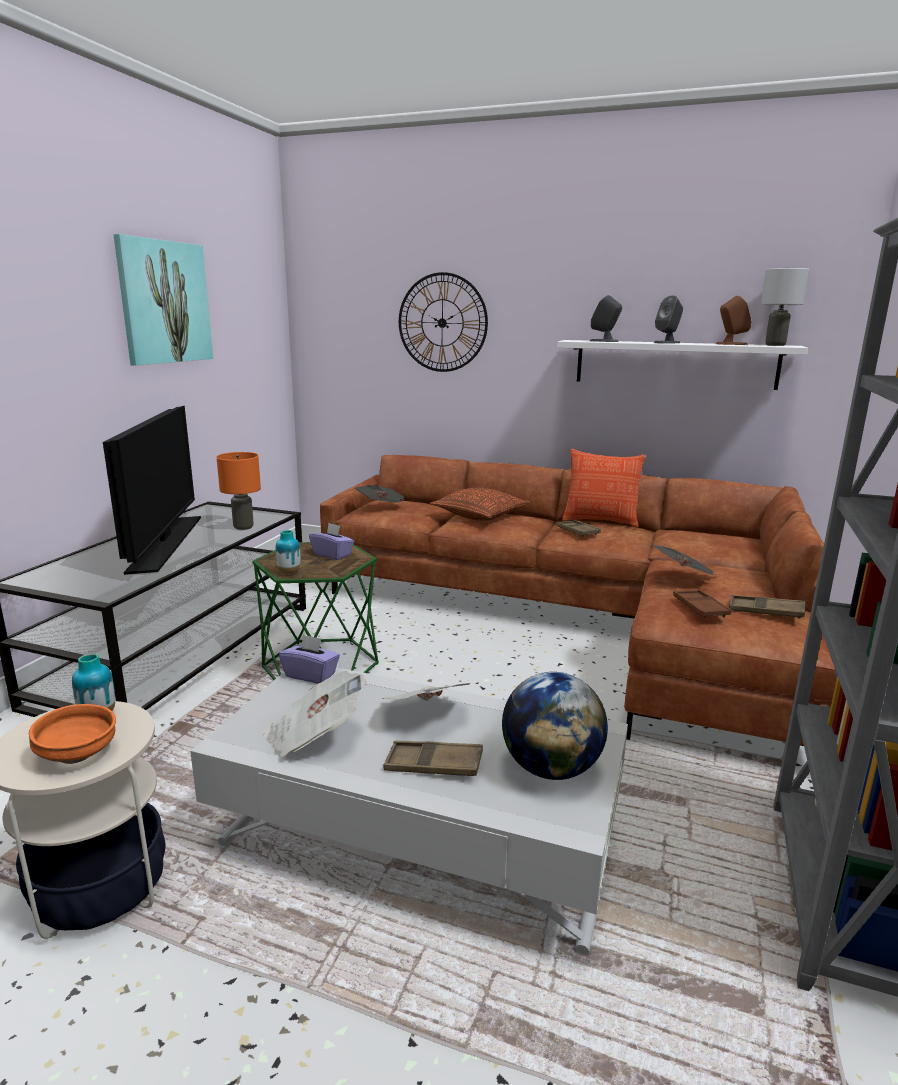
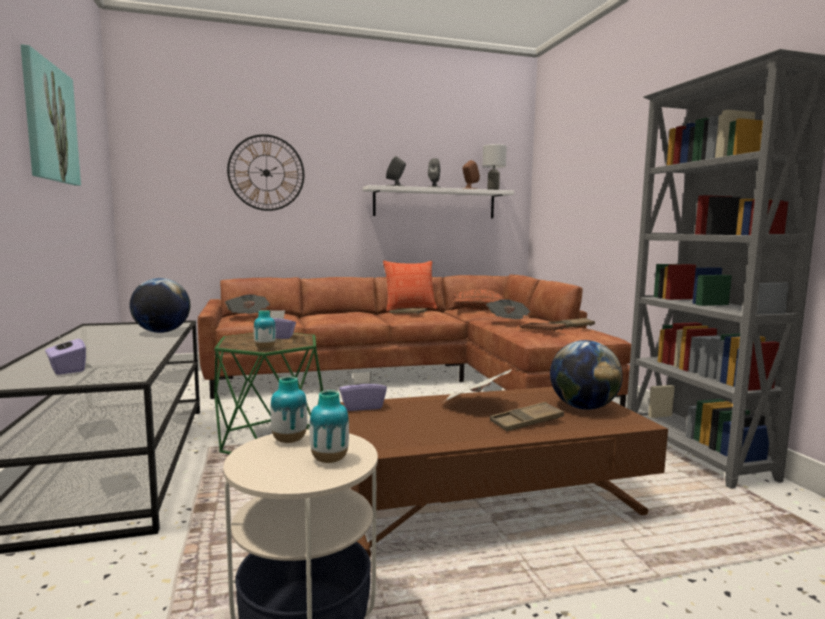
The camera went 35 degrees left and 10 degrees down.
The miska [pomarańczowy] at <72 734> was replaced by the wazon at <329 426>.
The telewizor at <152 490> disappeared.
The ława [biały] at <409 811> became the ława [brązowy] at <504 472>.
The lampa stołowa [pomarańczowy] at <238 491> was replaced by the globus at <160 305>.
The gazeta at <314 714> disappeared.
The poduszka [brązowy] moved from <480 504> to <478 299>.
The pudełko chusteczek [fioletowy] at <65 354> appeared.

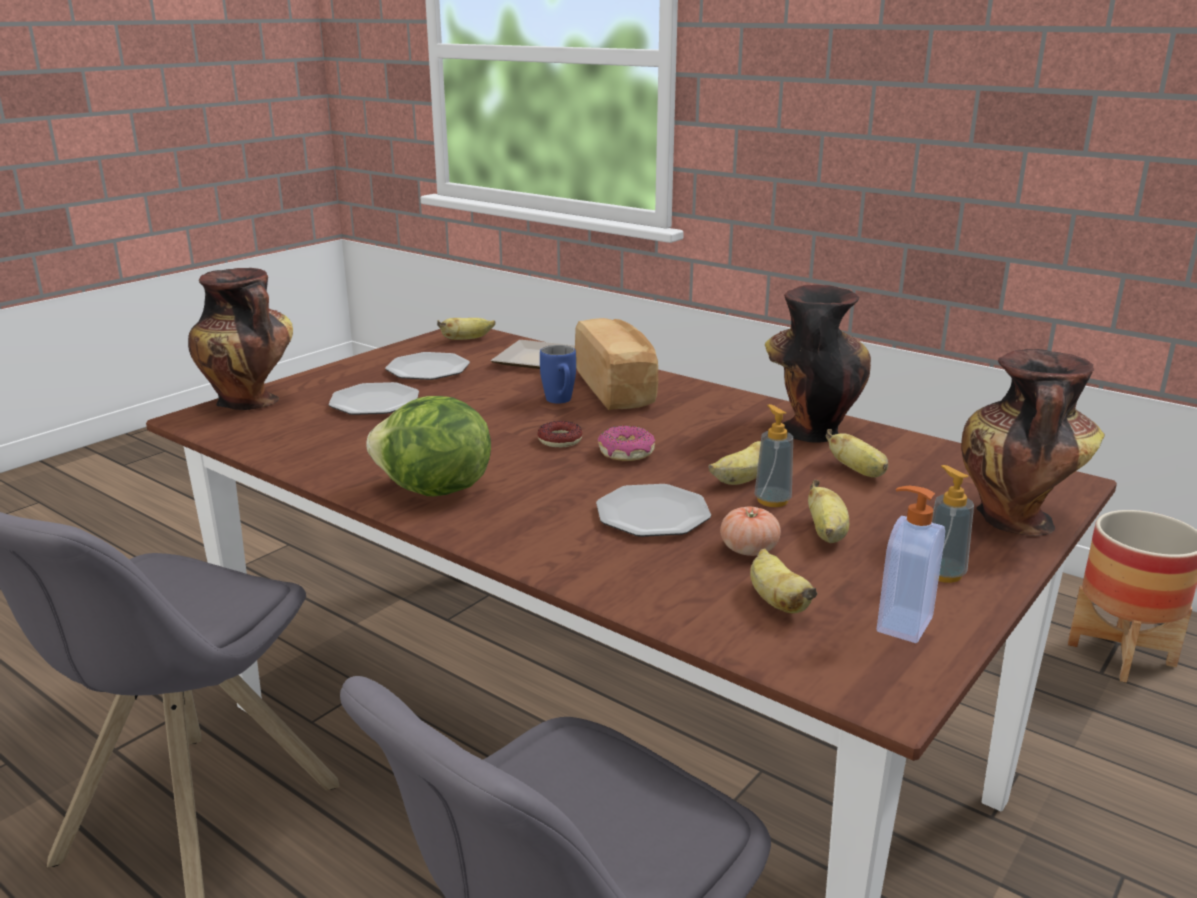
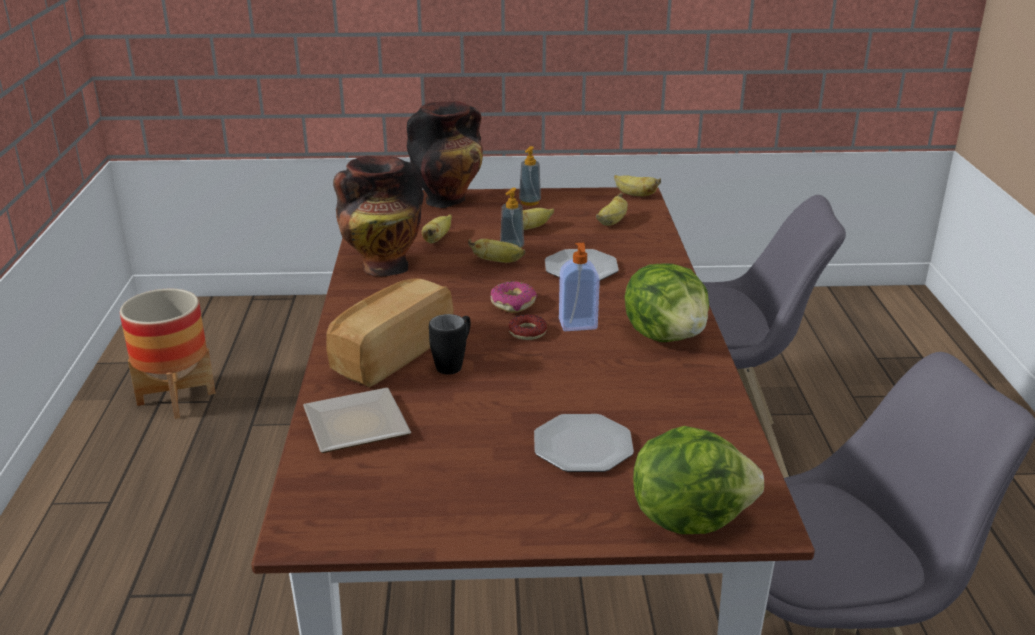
The camera went 130 degrees left and 5 degrees up.
The wazon at <240 339> was replaced by the sałata at <698 480>.
The talerz at <427 366> disappeared.
The banan moved from <466 329> to <637 186>.
The kubek [niebieski] at <558 374> became the kubek [czarny] at <450 344>.
The pomidor at <750 531> disappeared.
The dozownik mydła moved from <911 564> to <579 287>.

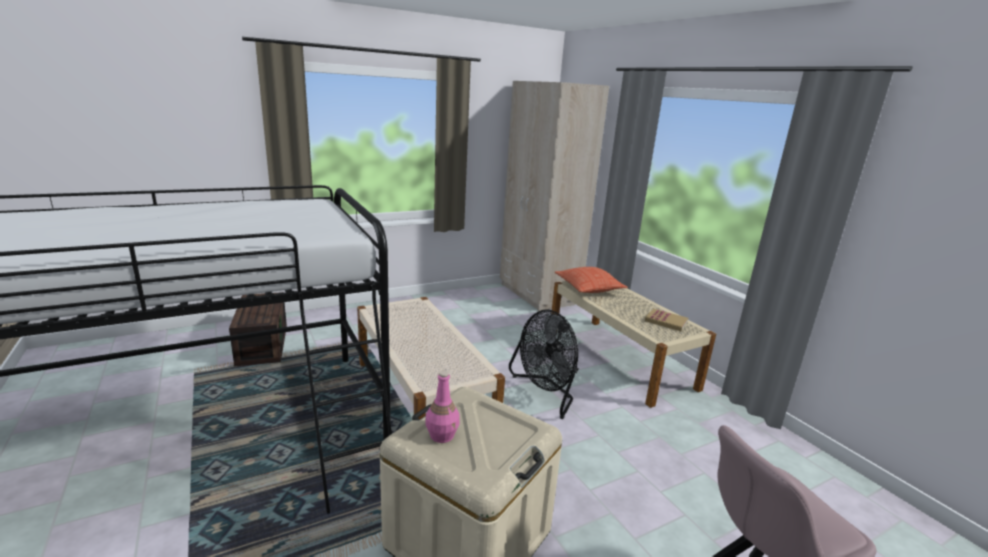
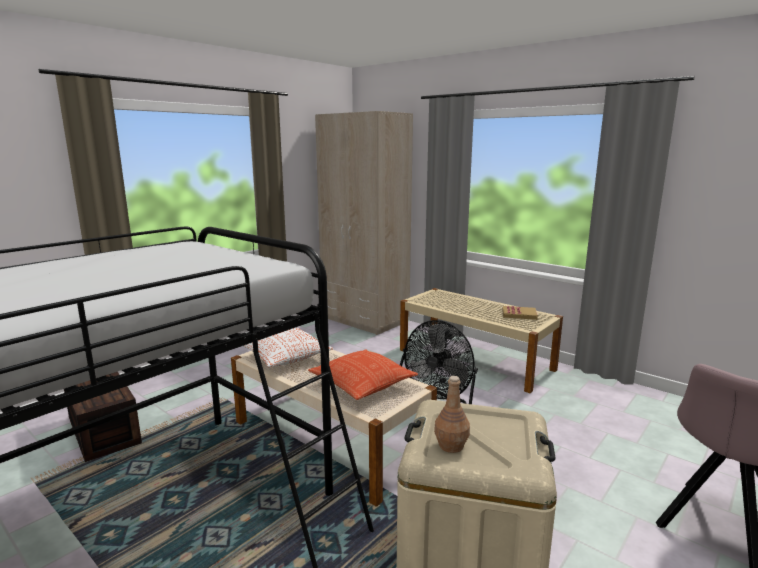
The camera went 20 degrees left and 5 degrees down.
The butelka [różowy] at <442 406> became the butelka [brązowy] at <452 414>.
The poduszka [pomarańczowy] moved from <591 280> to <363 374>.
The poduszka [biały] at <288 347> appeared.

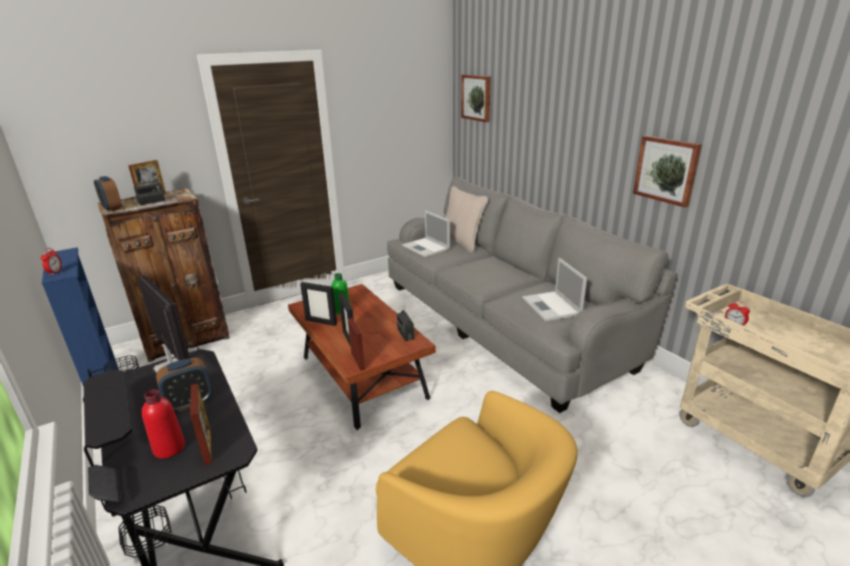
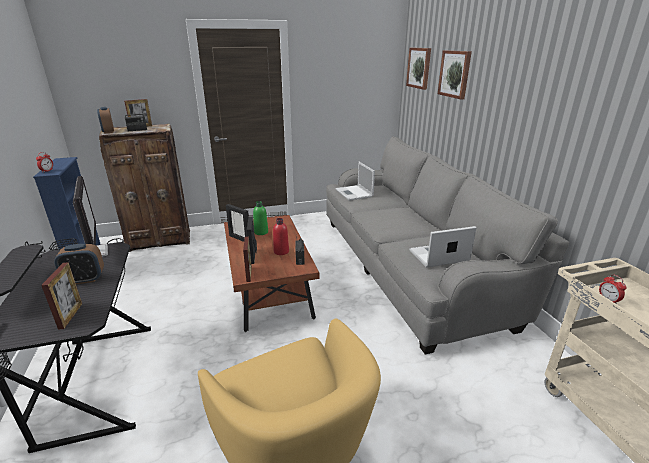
The camera went 15 degrees right and 0 degrees up.
The butelka [czerwony] moved from <163 424> to <281 236>.
The poduszka [beżowy] at <466 219> disappeared.
The laptop at <554 290> turned 75 degrees clockwise.
The obraz moved from <667 171> to <455 74>.

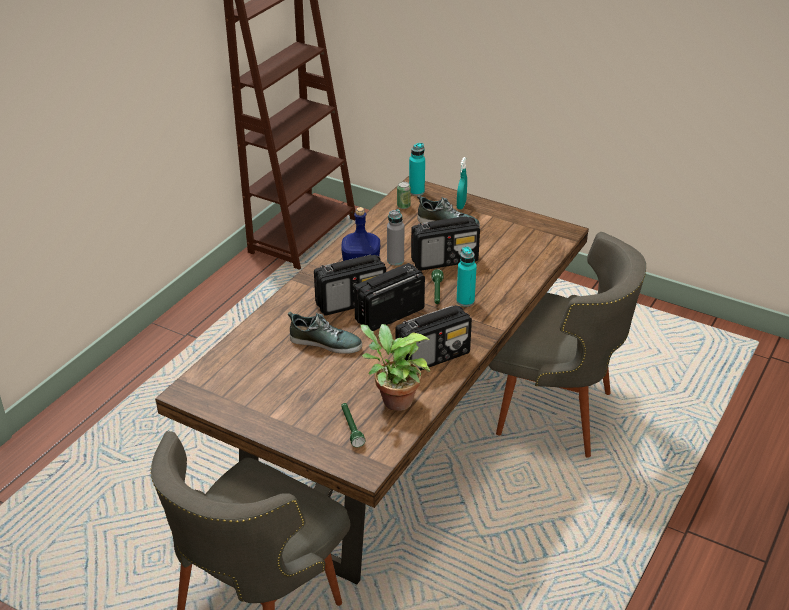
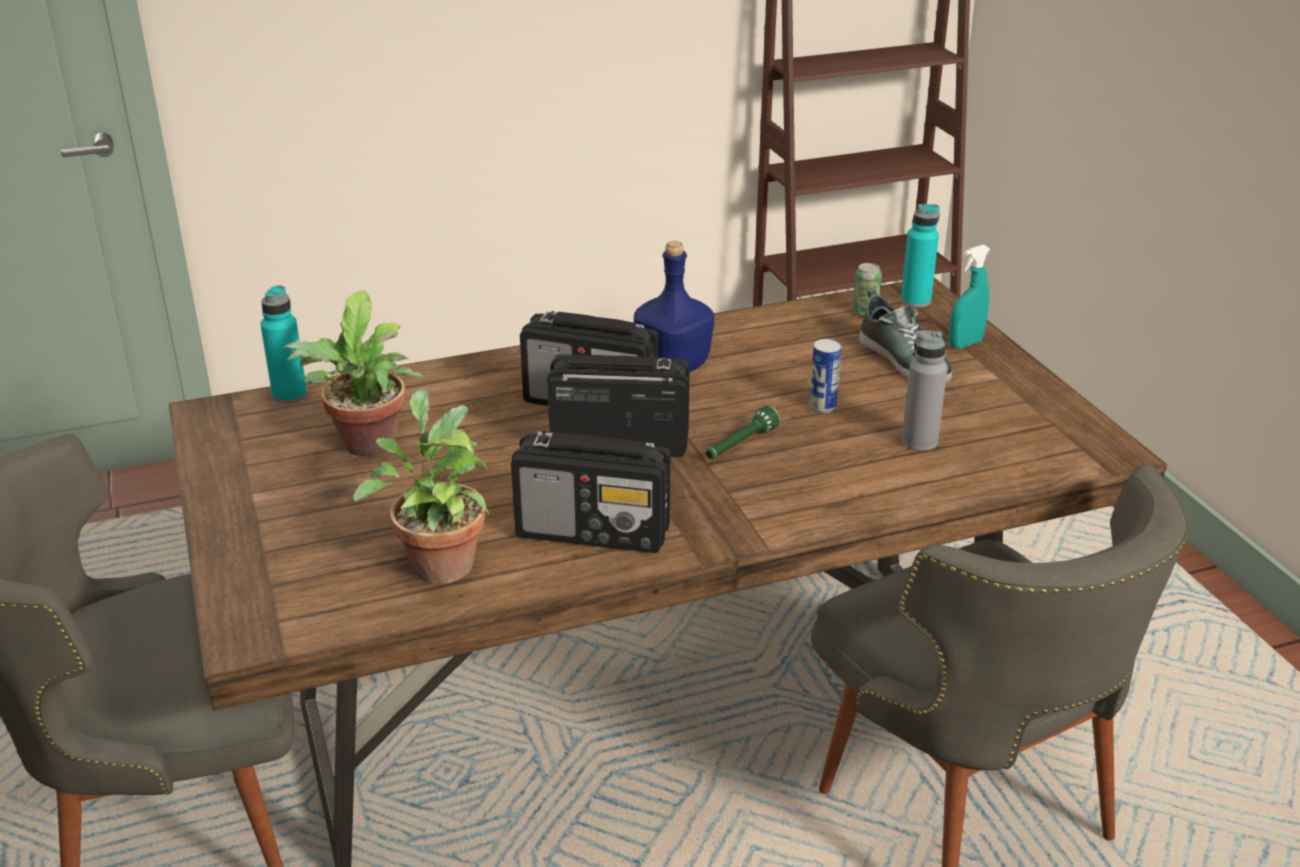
The camera went 40 degrees right and 5 degrees down.
The but at <325 333> disappeared.
The latarka [zielony] at <353 425> disappeared.
The butelka [szary] moved from <395 237> to <925 390>.
The radio at <445 243> was replaced by the puszka at <825 376>.
The butelka [turkusowy] moved from <466 277> to <283 344>.
The roślina doniczkowa at <353 373> appeared.

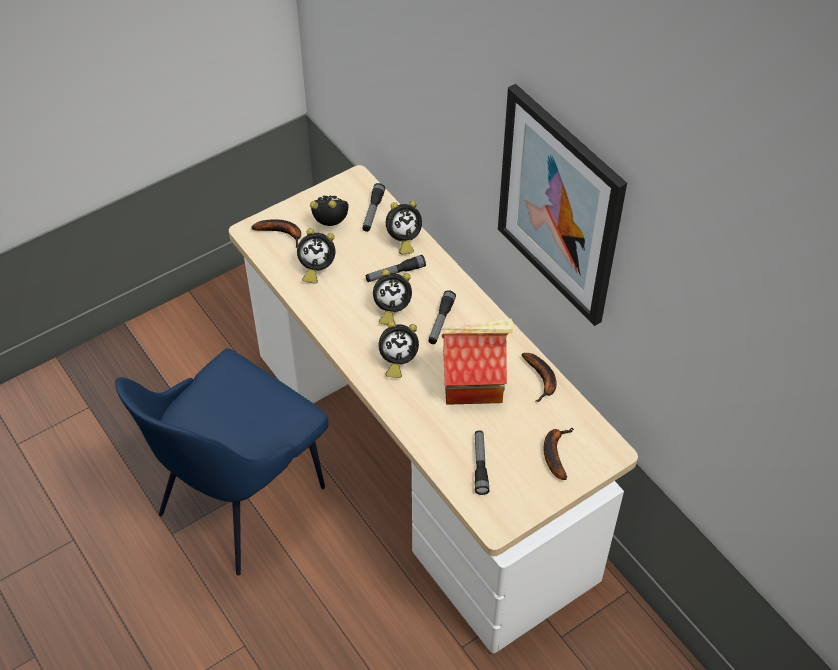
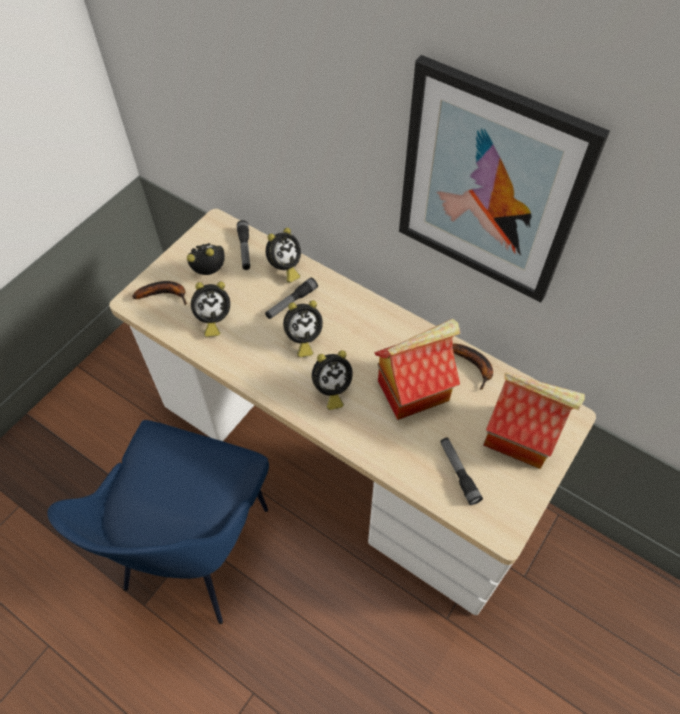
The camera went 20 degrees left and 5 degrees up.
The latarka at <442 317> disappeared.
The banan at <558 454> was replaced by the domek at <534 421>.

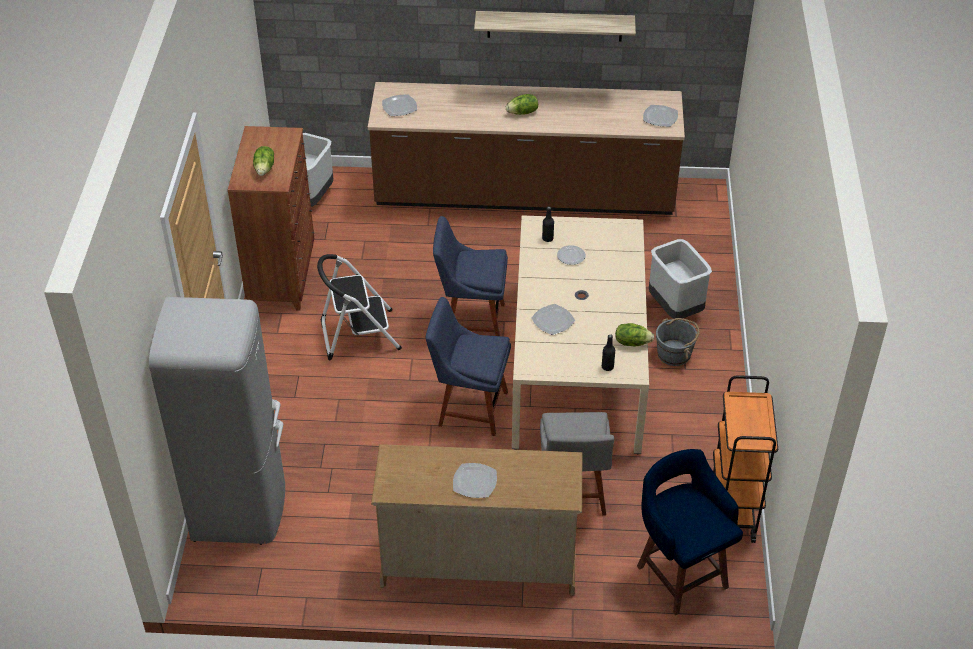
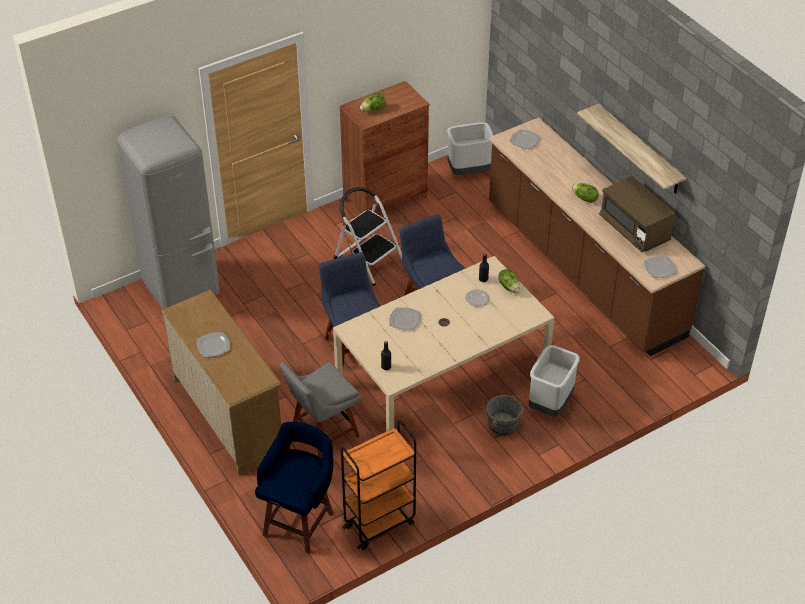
The camera went 55 degrees right and 0 degrees up.
The sałata moved from <634 334> to <509 281>.
The mikrofalówka [brązowy] at <637 214> appeared.

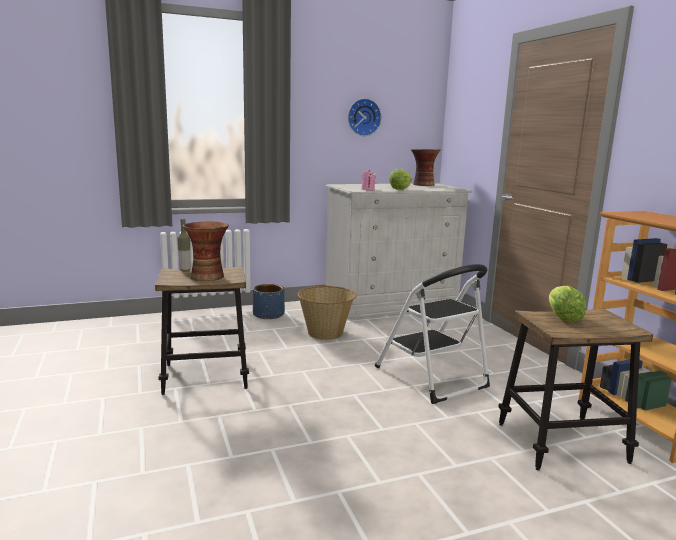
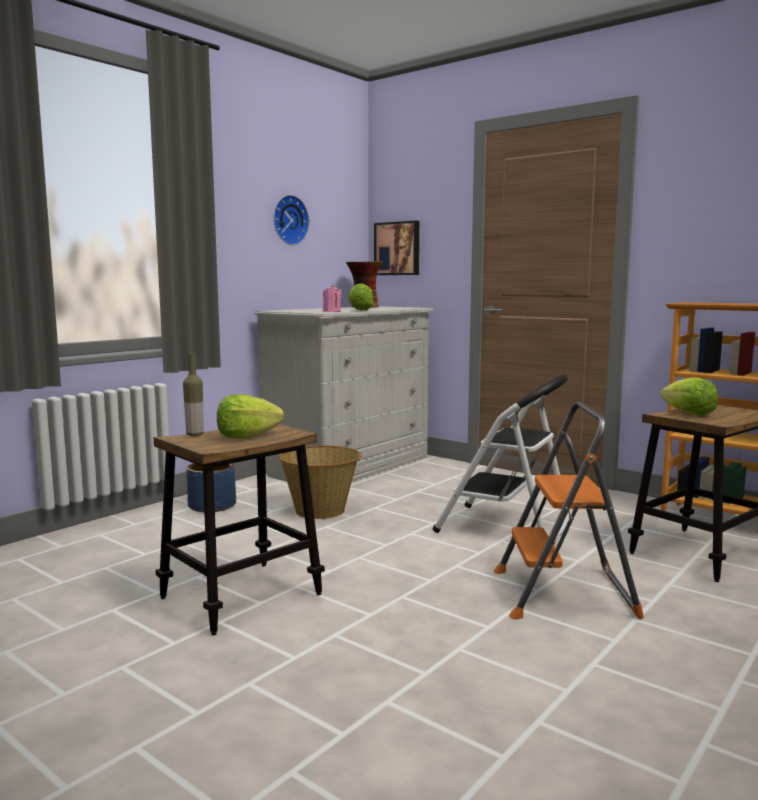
The camera went 30 degrees left and 5 degrees down.
The wazon at <206 251> was replaced by the sałata at <250 416>.
The obraz at <396 248> appeared.
The drabinka [pomarańczowy] at <569 510> appeared.

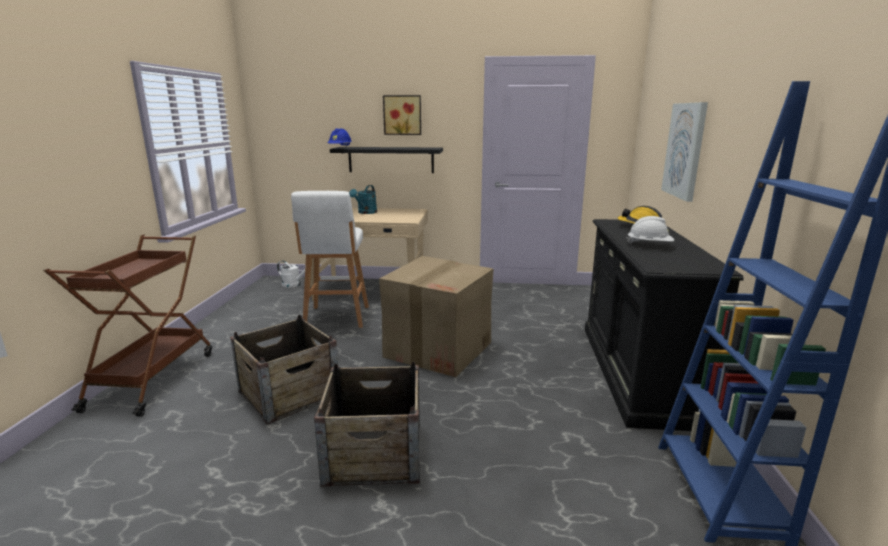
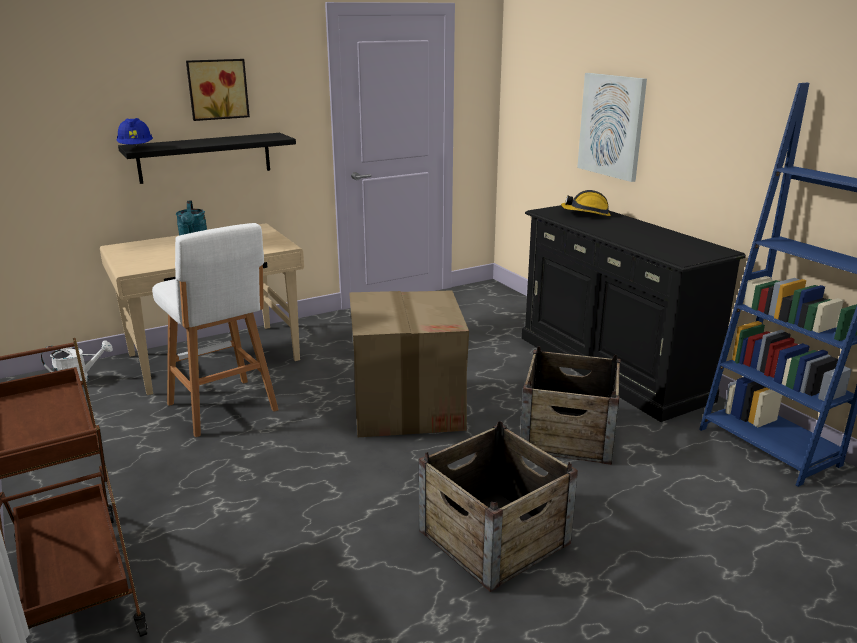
The camera went 35 degrees left and 5 degrees up.
The skrzynka moved from <284 369> to <570 405>.
The kask [biały] at <650 230> disappeared.

